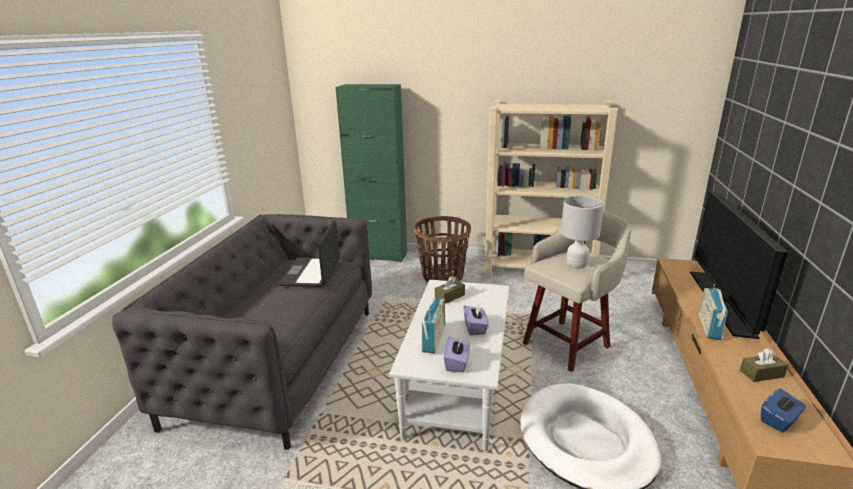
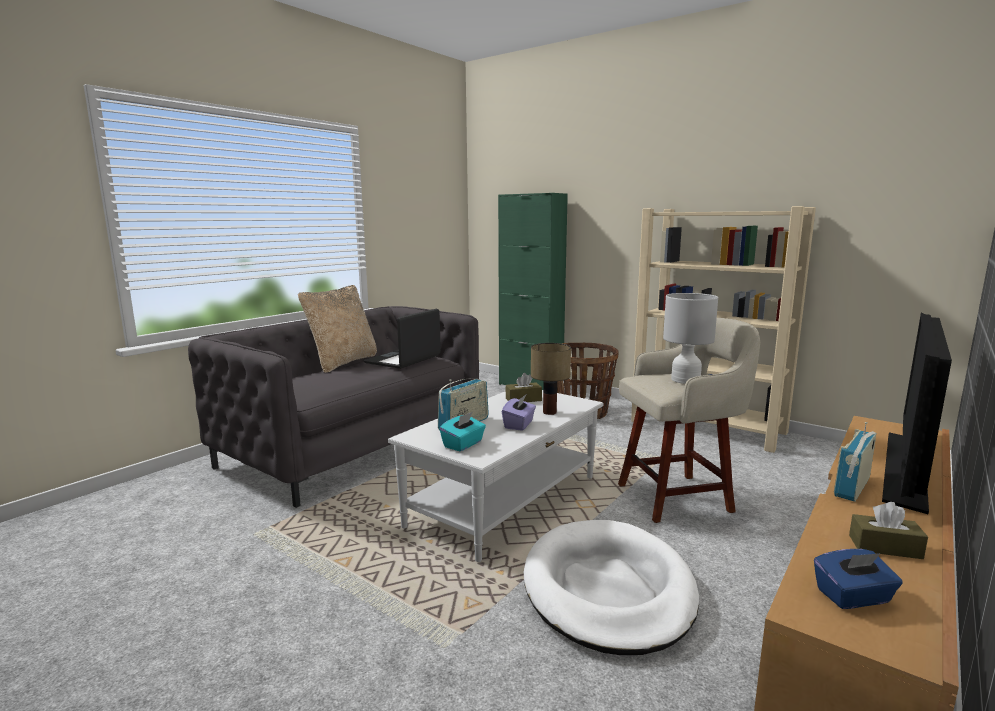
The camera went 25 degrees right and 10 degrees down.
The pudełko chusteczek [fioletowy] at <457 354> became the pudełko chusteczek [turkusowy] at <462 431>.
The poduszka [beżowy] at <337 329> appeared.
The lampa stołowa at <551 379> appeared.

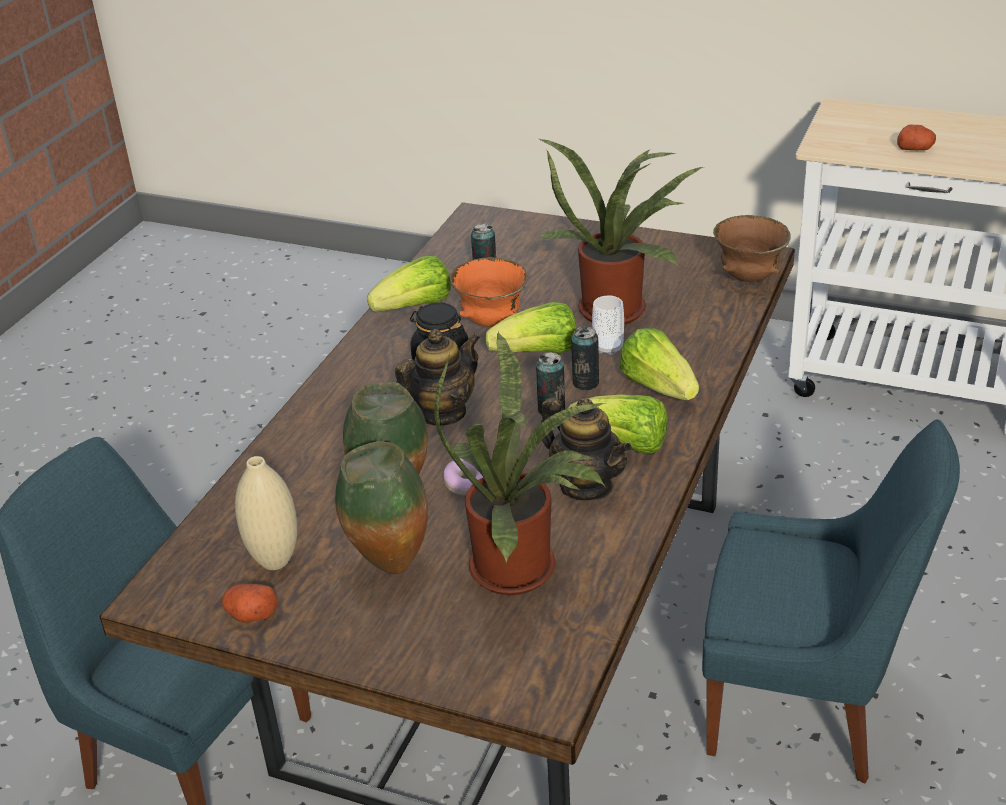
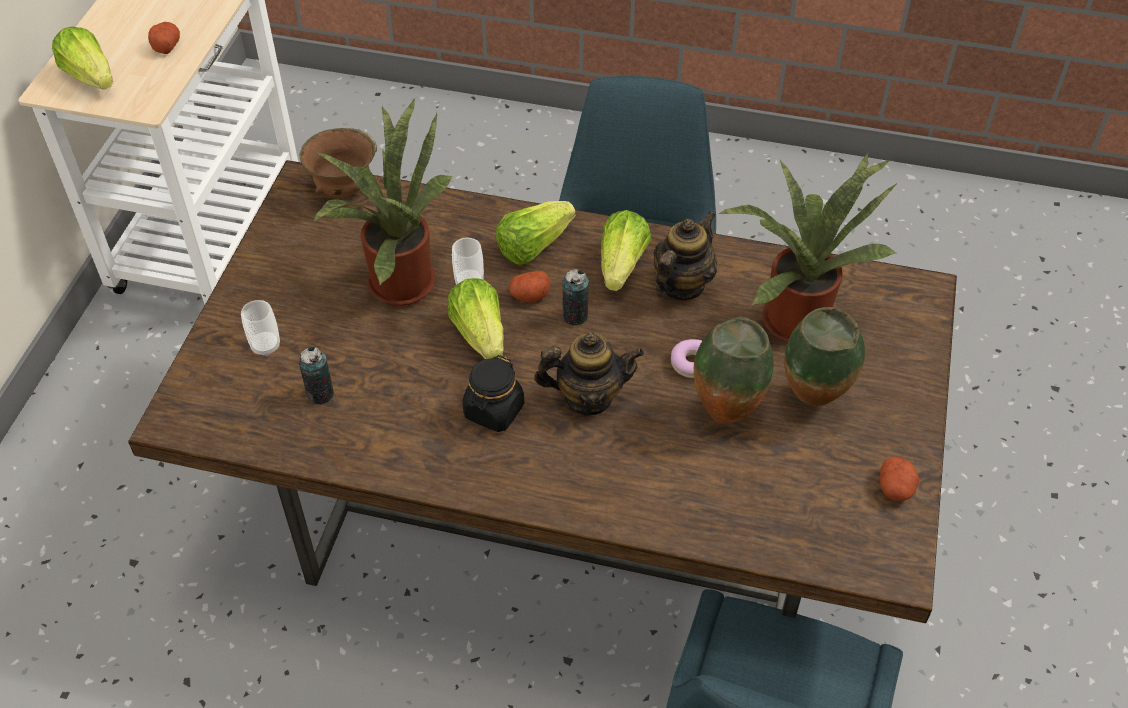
The camera went 100 degrees left and 15 degrees up.
The wazon [beżowy] at <266 513> disappeared.
The sałata moved from <409 283> to <82 57>.
The imbryk at <438 377> turned 135 degrees clockwise.
The miska [pomarańczowy] at <489 292> disappeared.
The puszka at <585 358> was replaced by the ziemniak at <529 287>.
The filiżanka at <260 328> appeared.

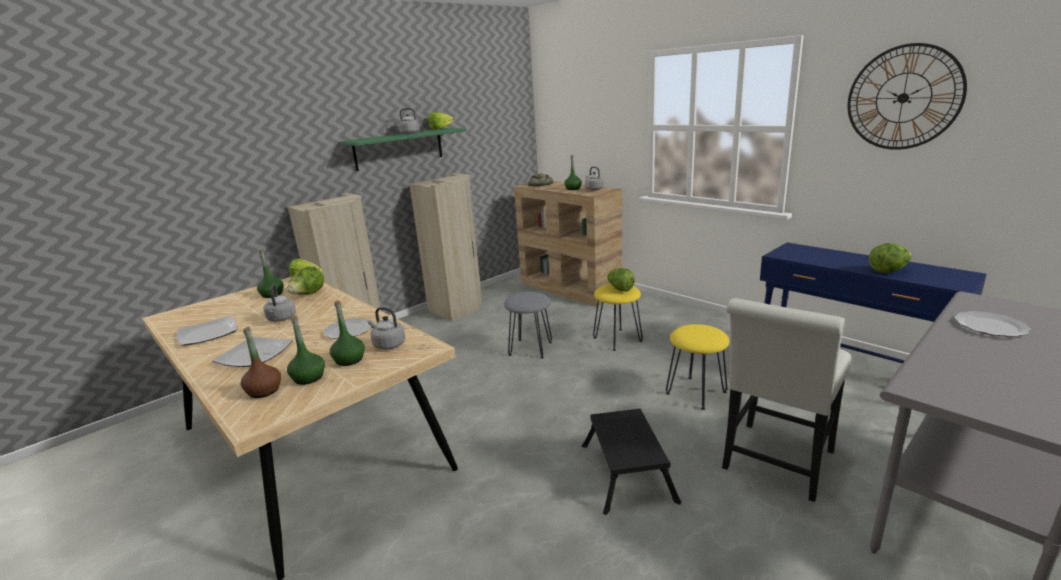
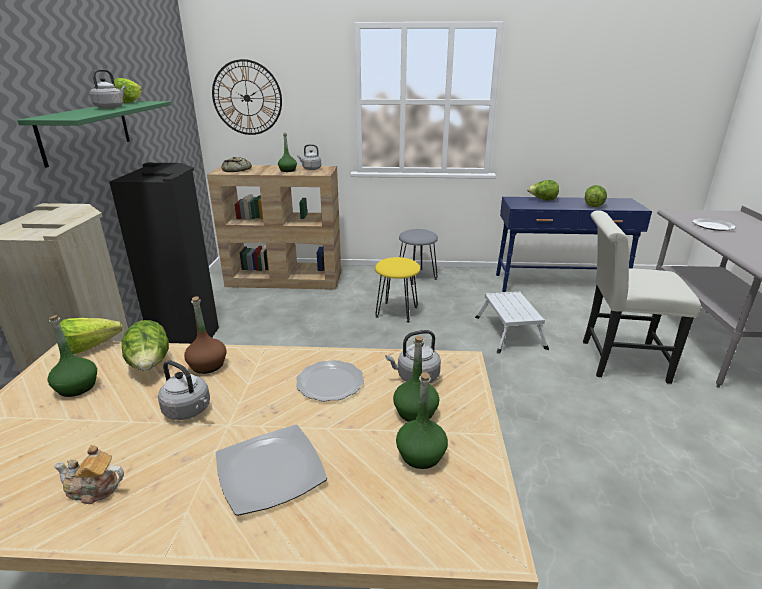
The camera went 45 degrees left and 5 degrees up.
The talerz at <207 331> was replaced by the imbryk at <89 474>.
The butelka [brązowy] moved from <260 362> to <205 335>.
The szafka [beżowy] at <445 247> became the szafka [czarny] at <164 253>.
The stołek [szary] moved from <528 325> to <418 257>.
The drabinka [czarny] at <631 461> disappeared.
The sałata moved from <621 279> to <543 190>.
The stołek [żółty] at <697 367> was replaced by the drabinka [biały] at <512 323>.
The krzesło [biały] at <786 400> turned 105 degrees clockwise.
The zegar ścienny moved from <907 96> to <247 97>.

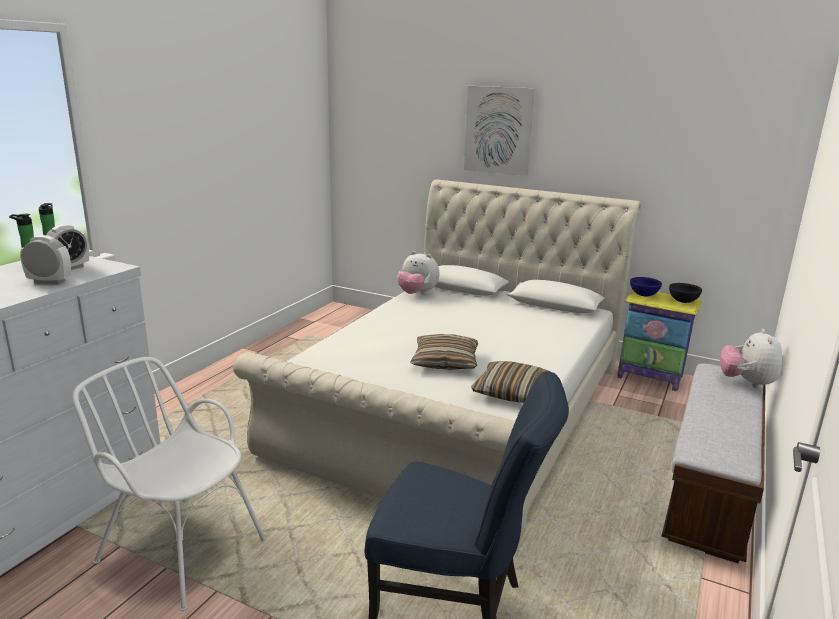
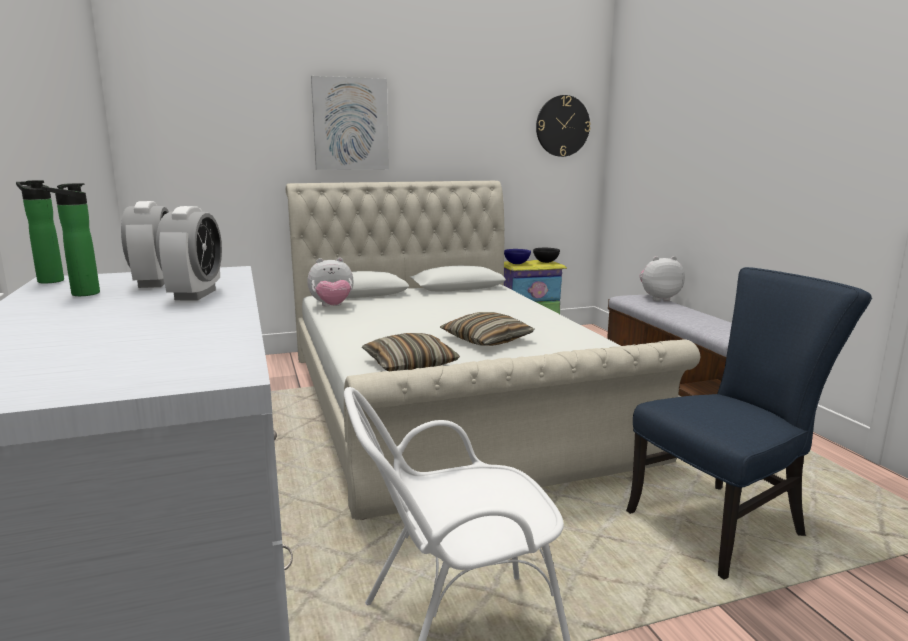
The camera went 45 degrees left and 5 degrees down.
The budzik at <45 259> turned 135 degrees clockwise.
The poduszka moved from <513 382> to <411 352>.
The pluszak at <750 359> turned 120 degrees clockwise.
The zegar ścienny at <563 126> appeared.

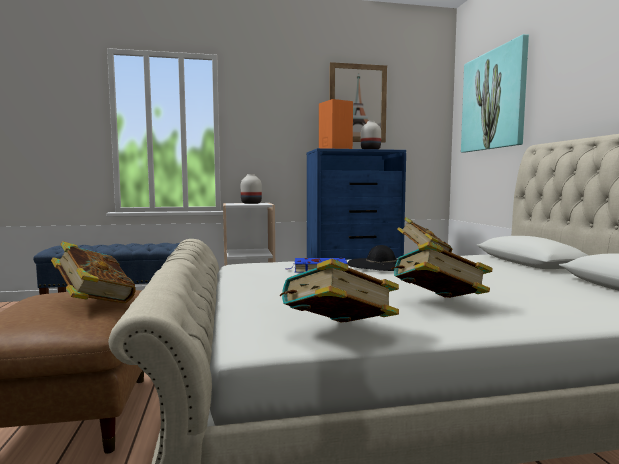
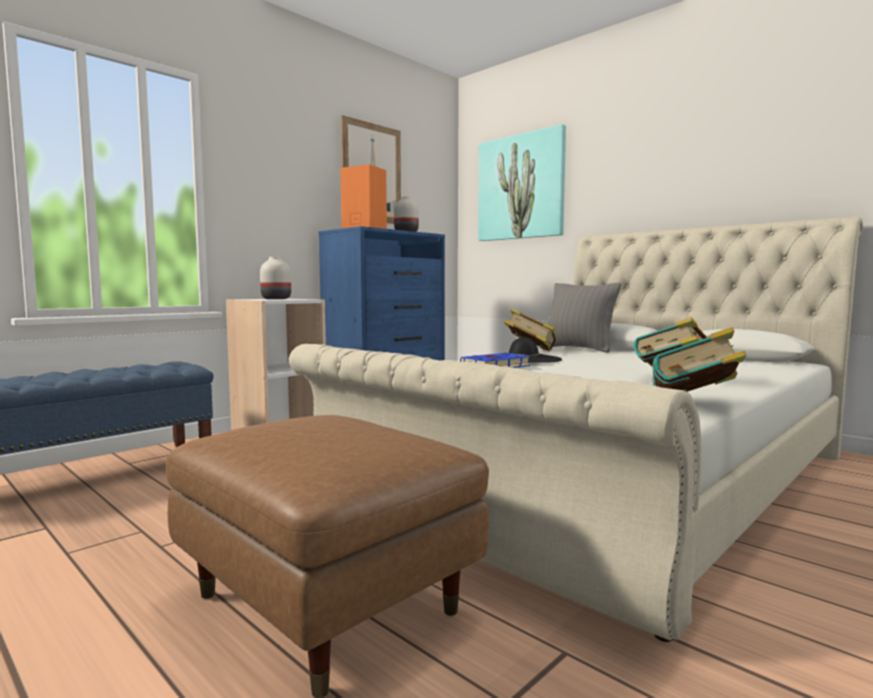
The camera went 35 degrees left and 0 degrees up.
The książka at <93 272> disappeared.
The poduszka [szary] at <584 317> appeared.

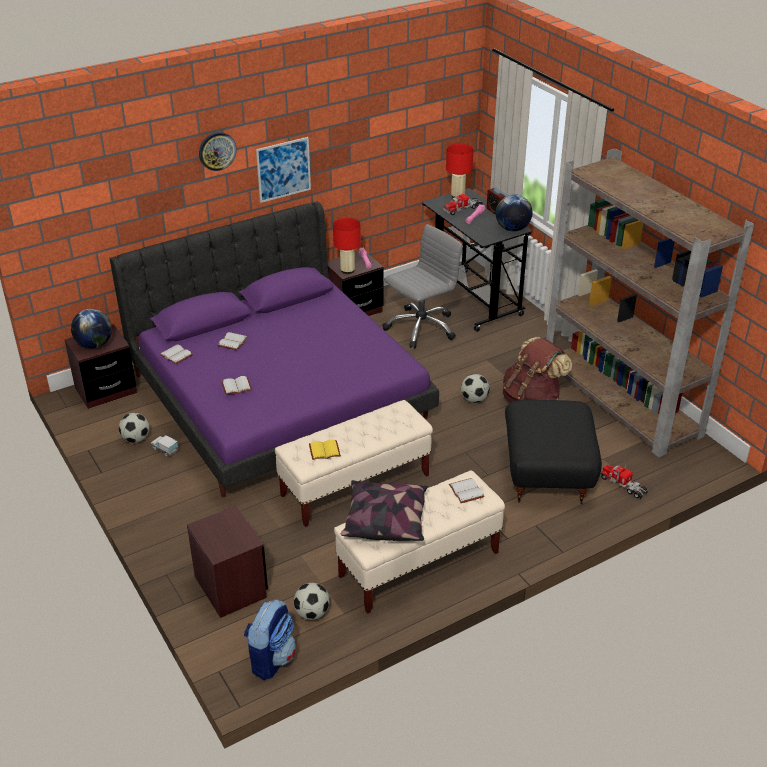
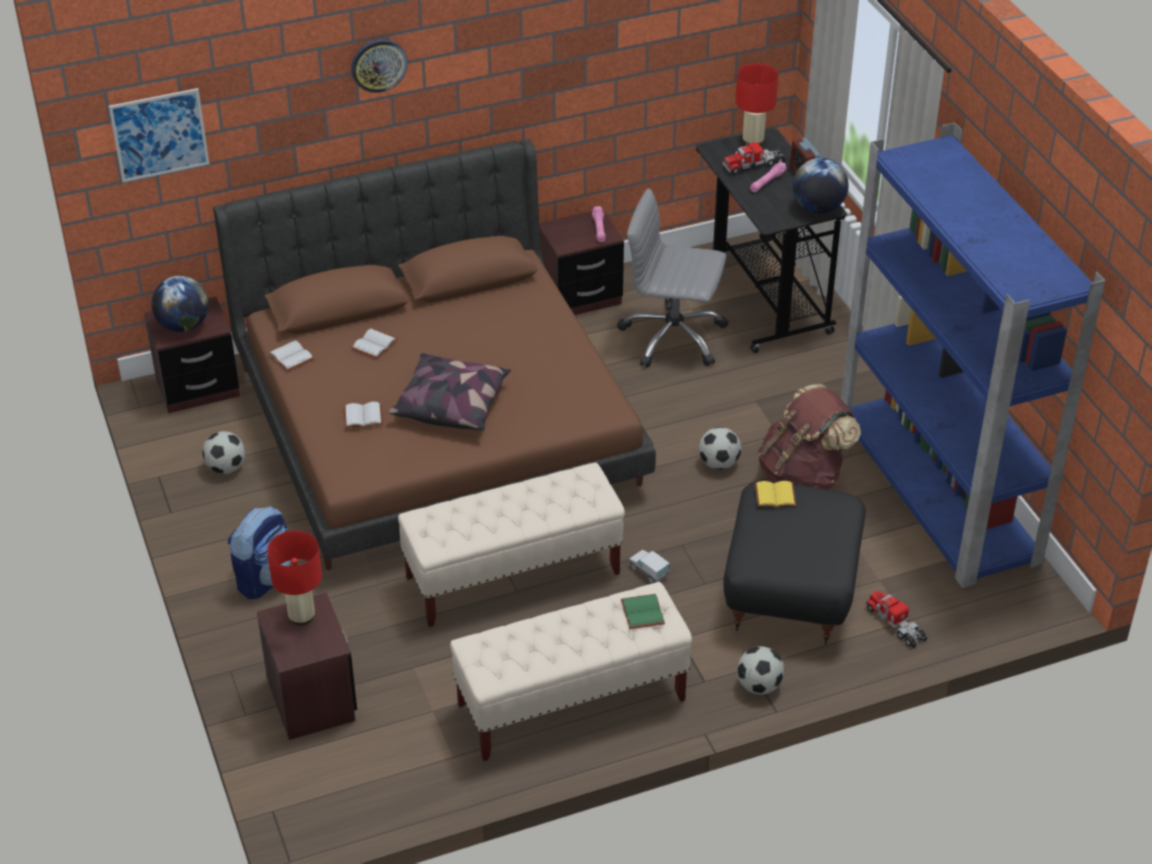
The camera went 10 degrees right and 5 degrees up.
The łóżko [fioletowy] at <274 349> became the łóżko [brązowy] at <434 354>.
The ciężarówka zabawkowa moved from <165 446> to <649 566>.
The plecak moved from <270 639> to <260 552>.
The obraz moved from <283 170> to <159 135>.
The piłka futbolowa moved from <312 601> to <760 670>.
The książka [żółty] moved from <325 449> to <776 494>.
The lampa stołowa [czerwony] moved from <347 246> to <294 577>.
The poduszka moved from <384 510> to <449 391>.
The krzesło biurowe [szary] at <422 286> turned 135 degrees counterclockwise.
The książka [biały] at <467 490> became the książka [zielony] at <643 611>.
The regał [brązowy] at <650 303> became the regał [niebieski] at <973 356>.

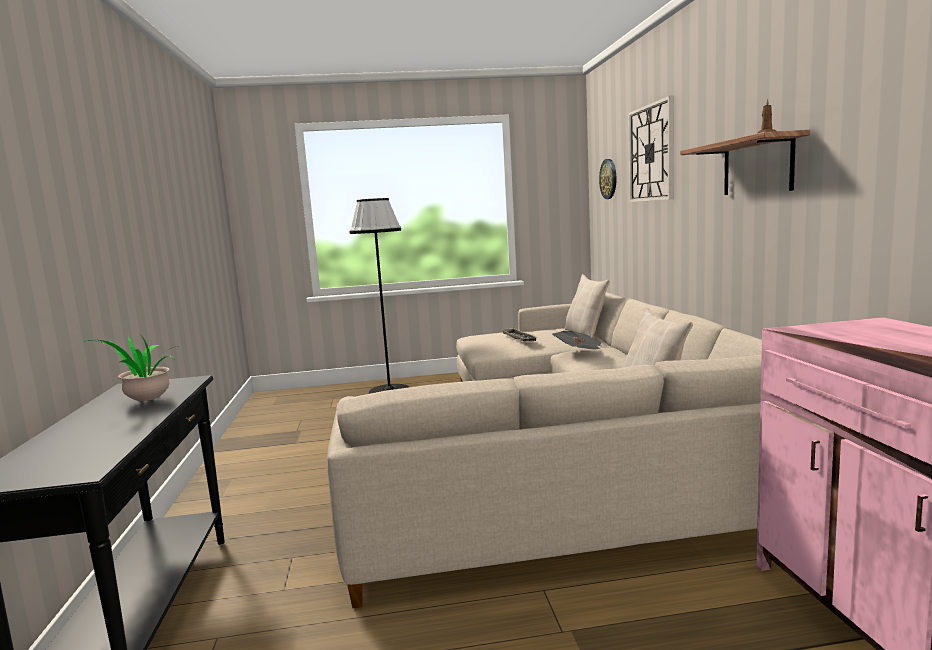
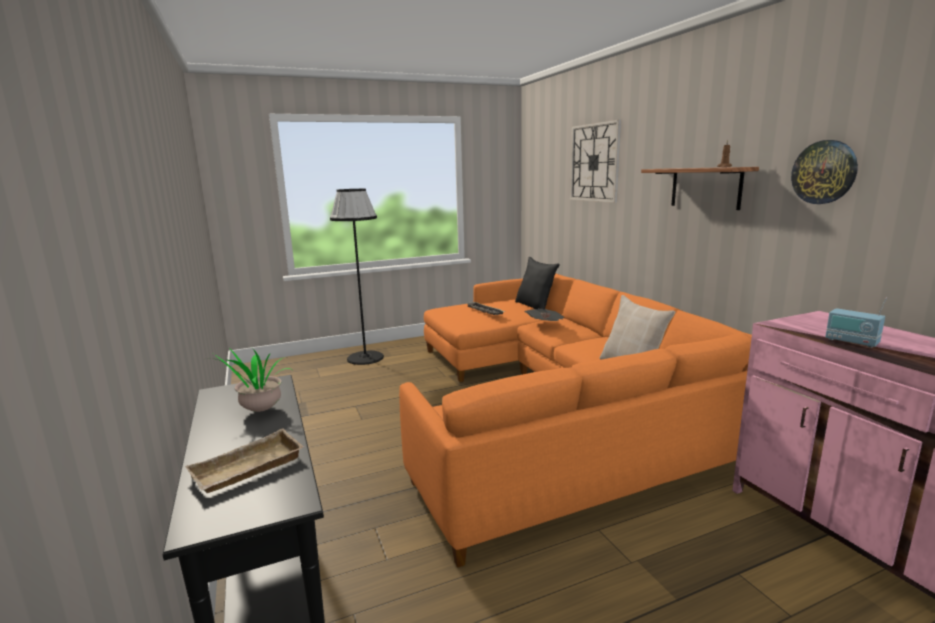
The camera went 15 degrees left and 5 degrees up.
The kanapa [beżowy] at <544 450> became the kanapa [pomarańczowy] at <575 420>.
The poduszka [beżowy] at <587 305> became the poduszka [czarny] at <537 283>.
The zegar ścienny moved from <607 179> to <824 172>.
The taca [beżowy] at <244 460> appeared.
The radio at <856 322> appeared.

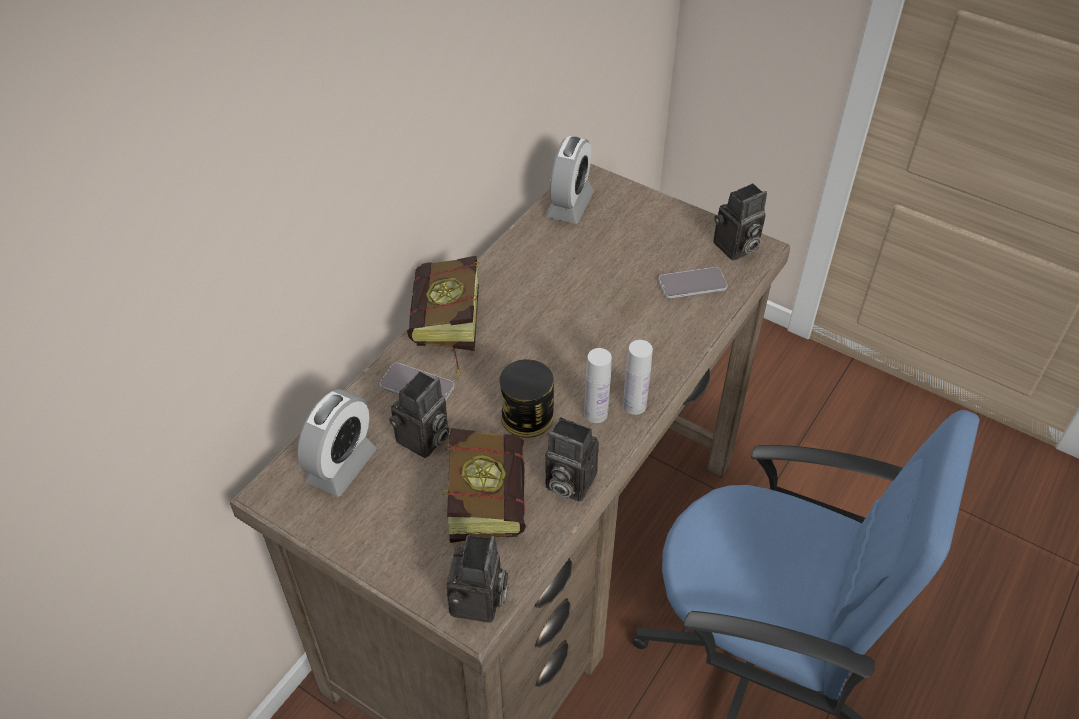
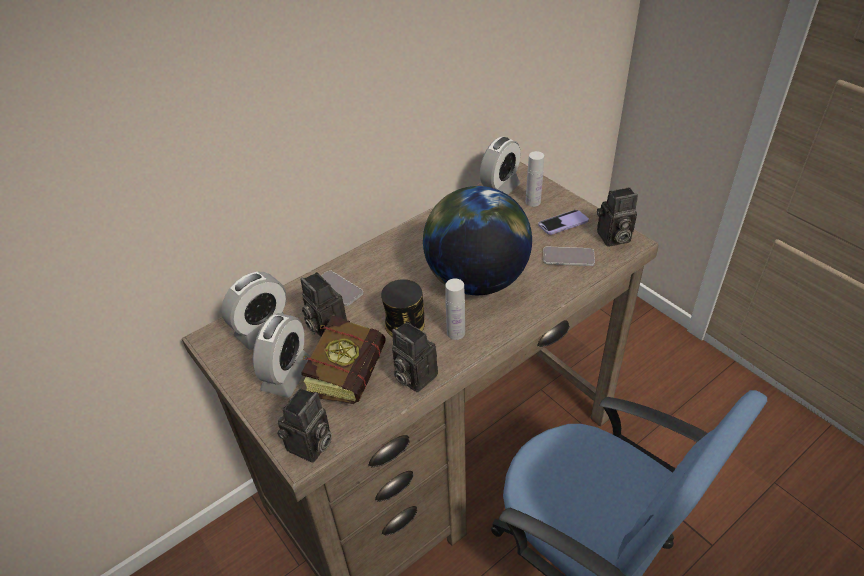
The camera went 20 degrees right and 5 degrees down.
The aparat fotograficzny at <419 414> turned 90 degrees clockwise.
The książka at <443 315> disappeared.
The butelka [biały] moved from <638 377> to <535 179>.
The budzik at <282 355> appeared.
The globus at <477 240> appeared.
The telefon at <563 222> appeared.

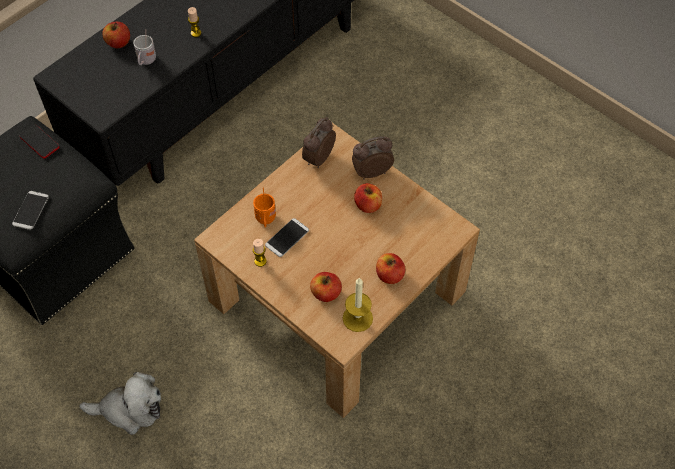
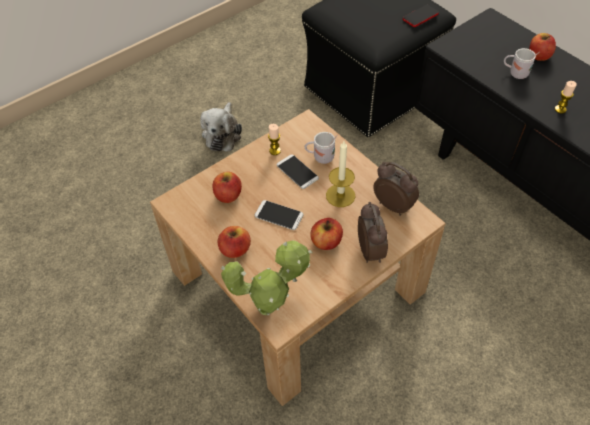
The camera went 100 degrees right and 5 degrees down.
The telefon moved from <30 210> to <279 215>.
The kubek [pomarańczowy] at <264 208> became the kubek [biały] at <321 148>.
The świeca moved from <358 304> to <340 174>.
The roślina doniczkowa at <267 277> appeared.

